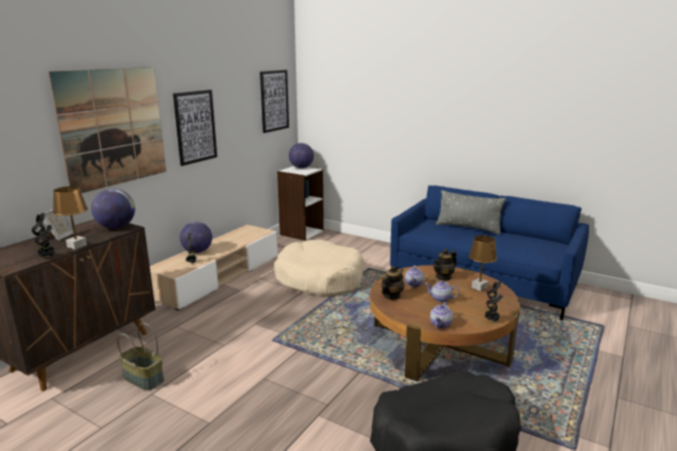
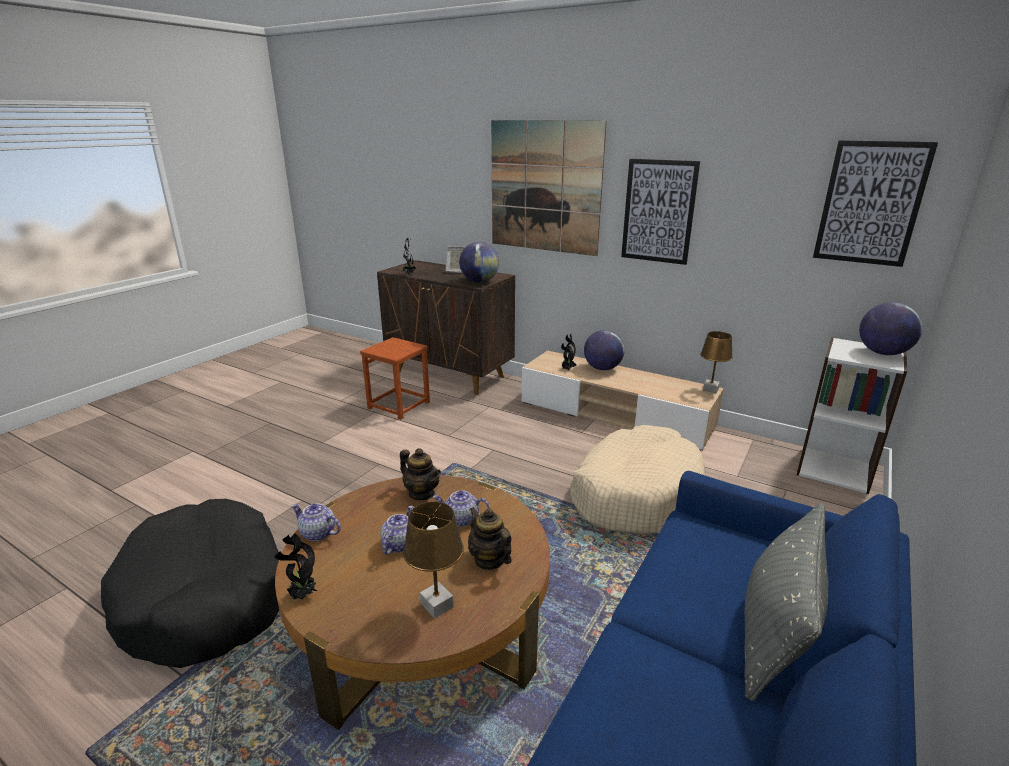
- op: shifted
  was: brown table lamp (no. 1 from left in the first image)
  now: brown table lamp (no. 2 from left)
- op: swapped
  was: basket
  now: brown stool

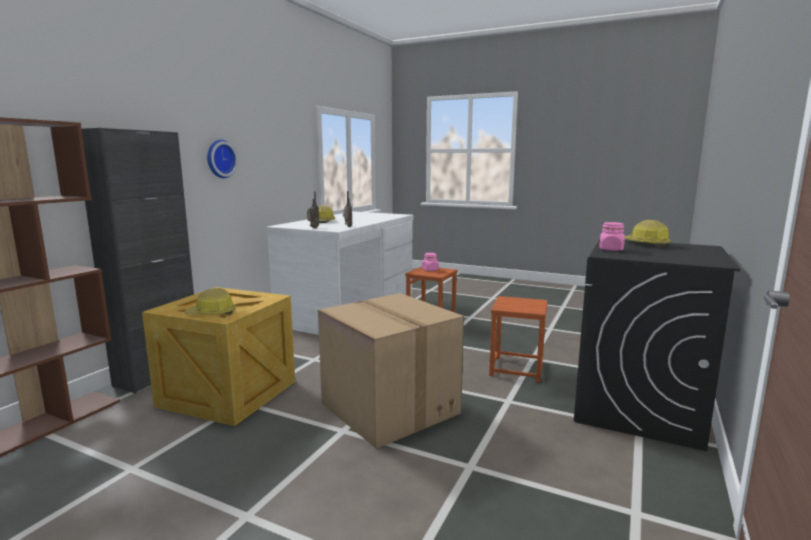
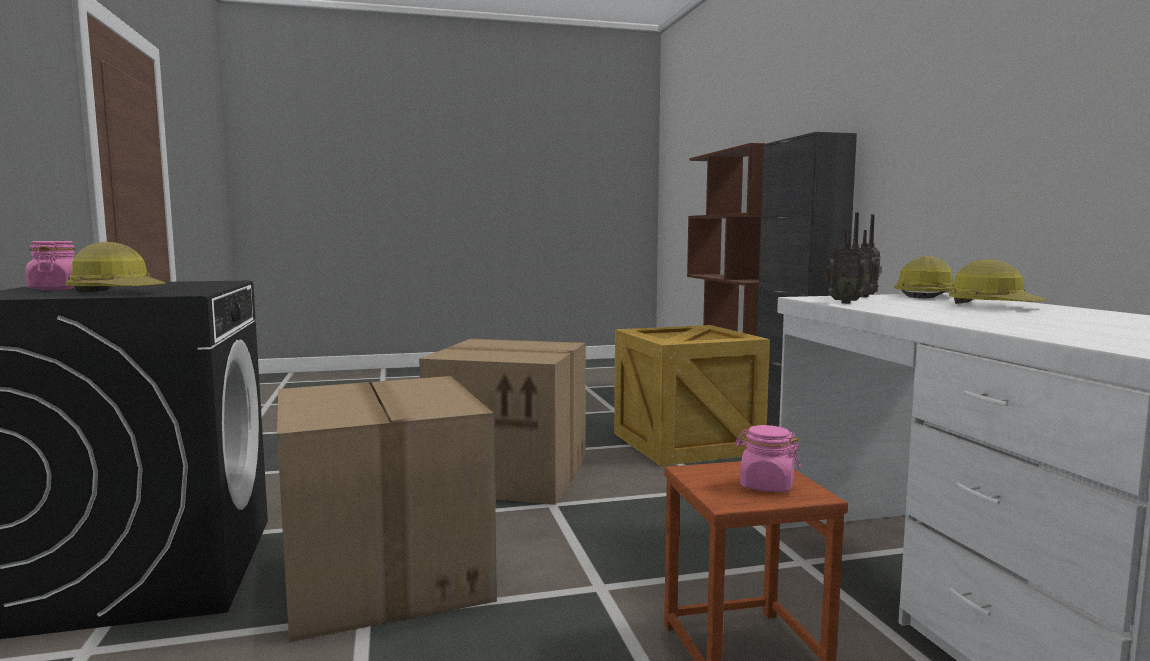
- op: gone
  was: wall clock
- op: shifted
  was: hard hat (no. 1 from left in the first image)
  now: hard hat (no. 2 from left)
- op: shifted
  was: pink jar (no. 2 from left in the first image)
  now: pink jar (no. 1 from left)
- op: swapped
  was: brown stool (no. 2 from left)
  now: cardboard box (no. 1 from left)

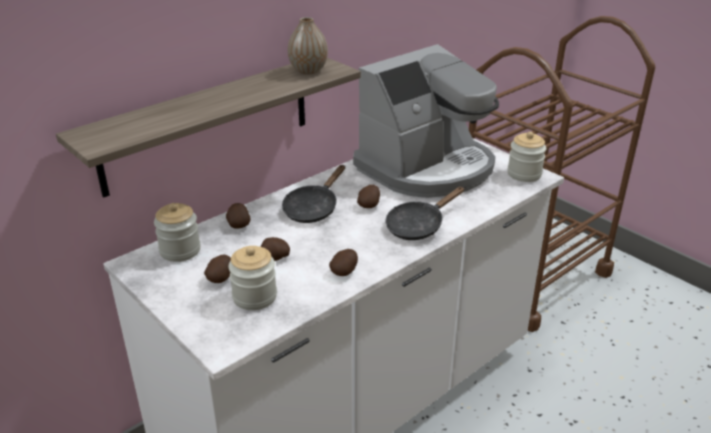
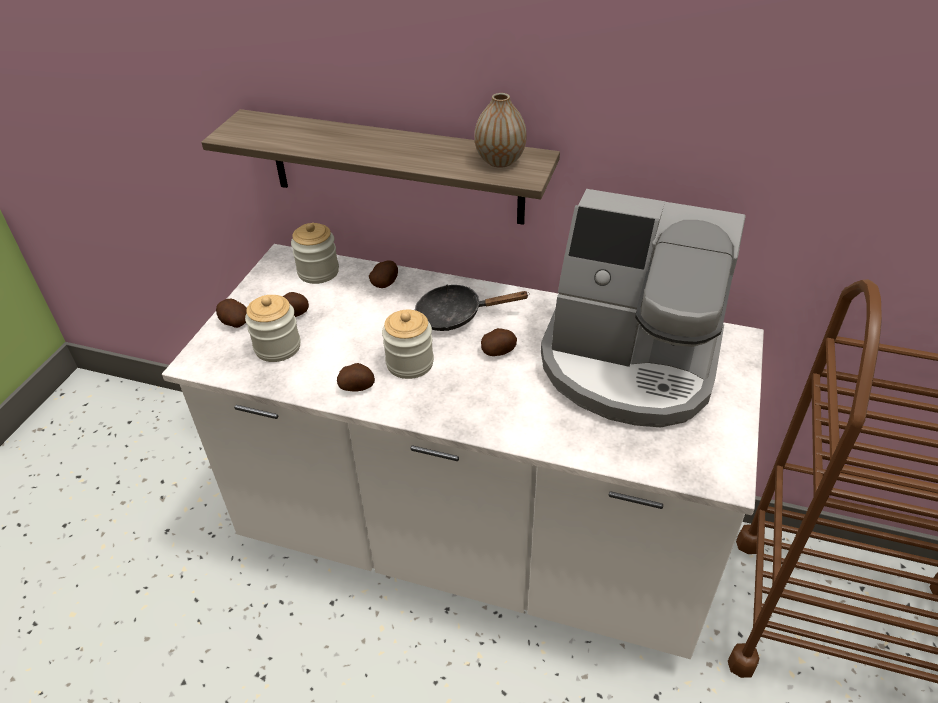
- op: gone
  was: black frying pan (no. 2 from left)
- op: shifted
  was: potato (no. 3 from left in the first image)
  now: potato (no. 1 from left)
- op: shifted
  was: jar (no. 3 from left)

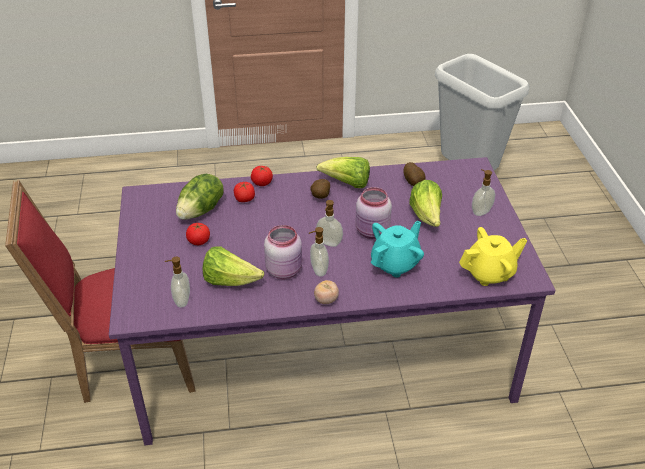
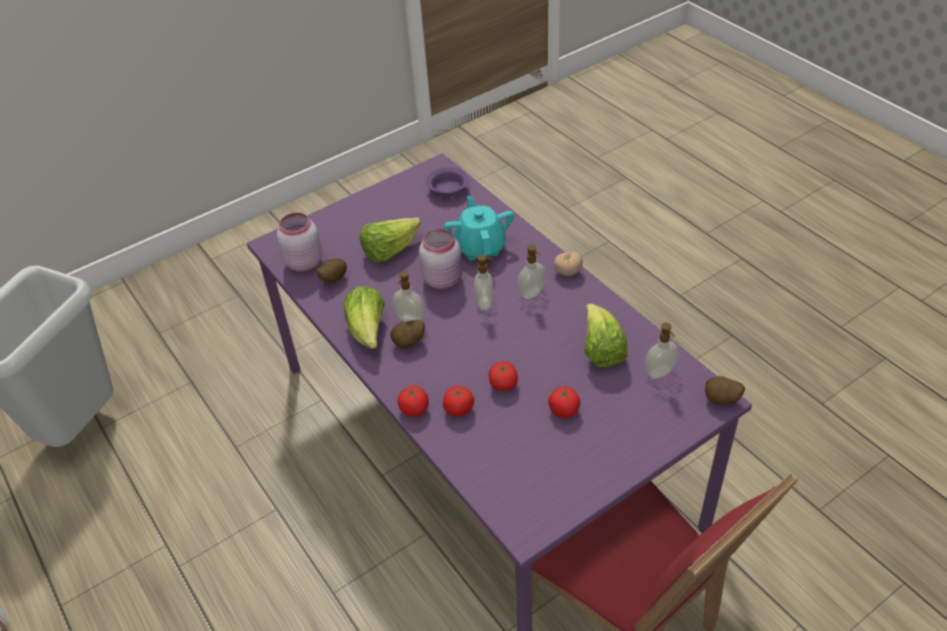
- op: gone
  was: lettuce (no. 1 from left)
- op: new
  now: tomato (no. 3 from left)
- op: new
  now: potato (no. 3 from left)
- op: shifted
  was: pink jar (no. 1 from left)
- op: shifted
  was: soap dispenser (no. 4 from left in the first image)
  now: soap dispenser (no. 1 from left)
- op: swapped
  was: yellow teapot
  now: purple bowl
- op: rotated
  was: turquoise teapot
  clockwise: 60

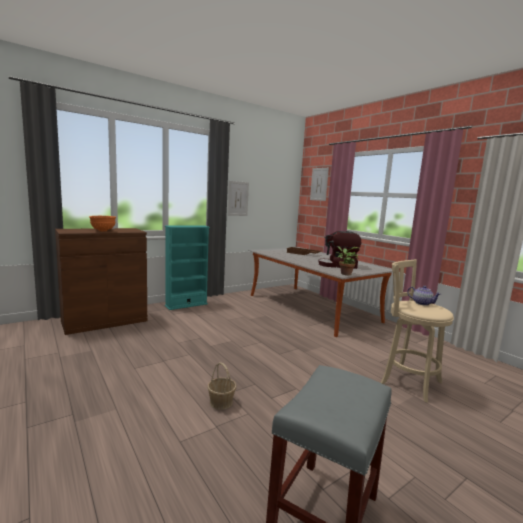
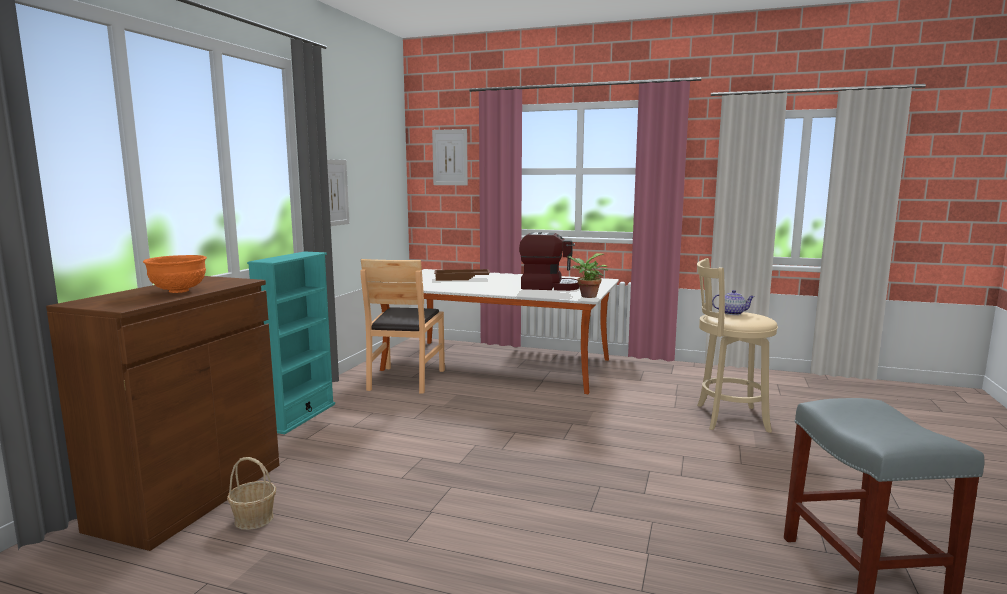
- op: new
  now: brown chair
- op: shifted
  was: basket
- op: rotated
  was: coffee machine
  clockwise: -135

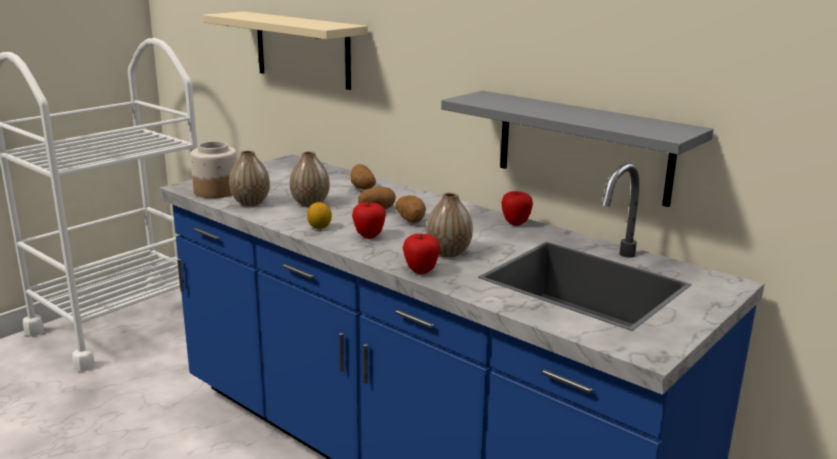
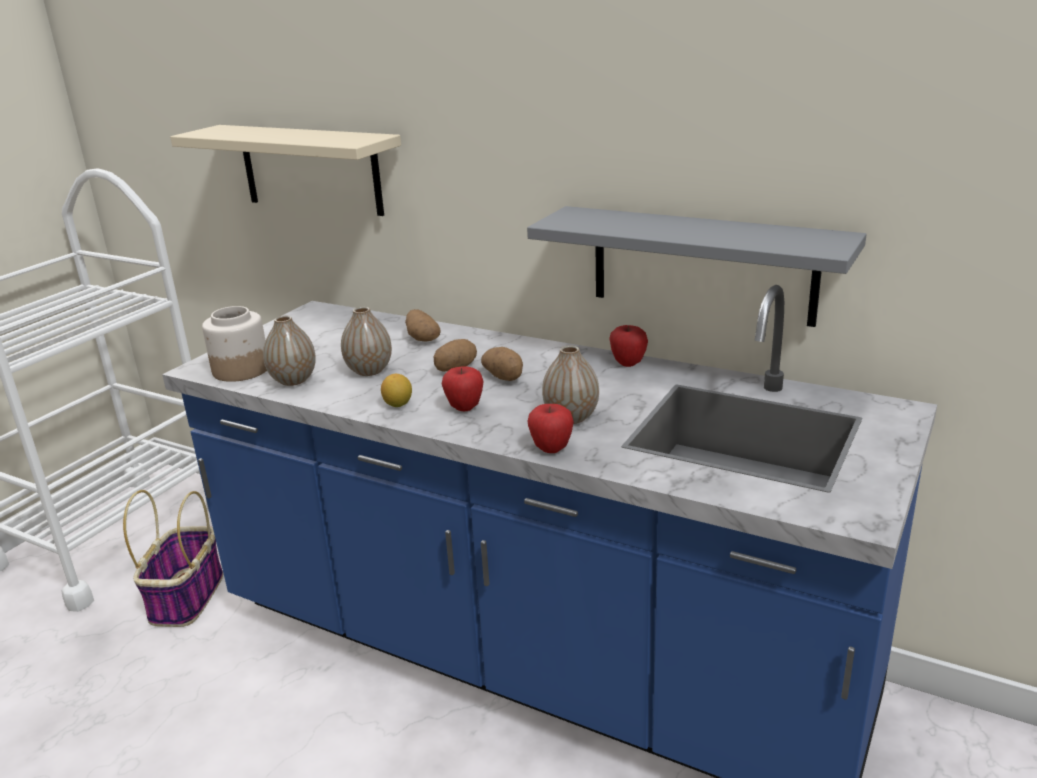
- op: new
  now: basket

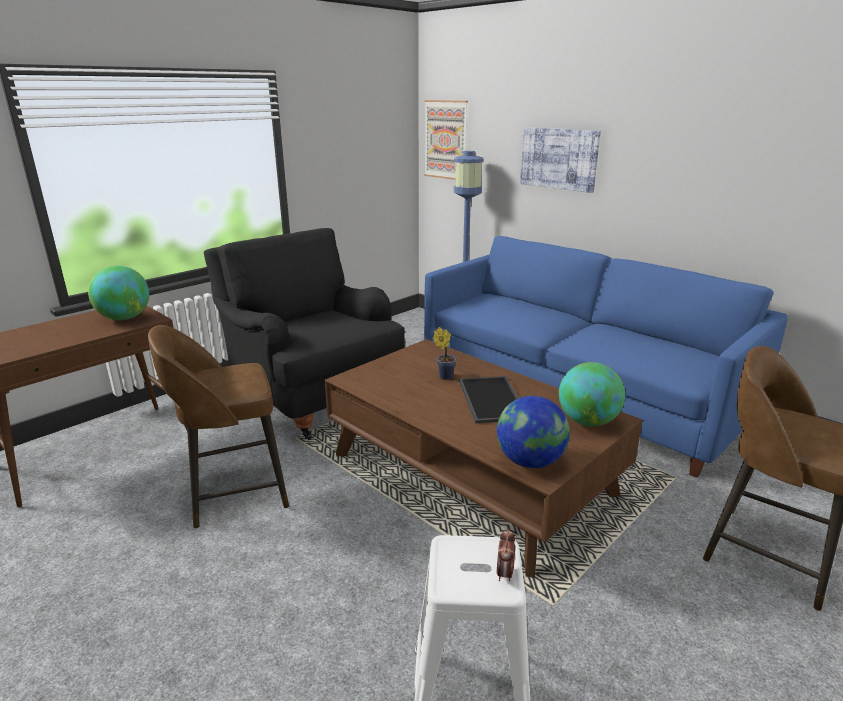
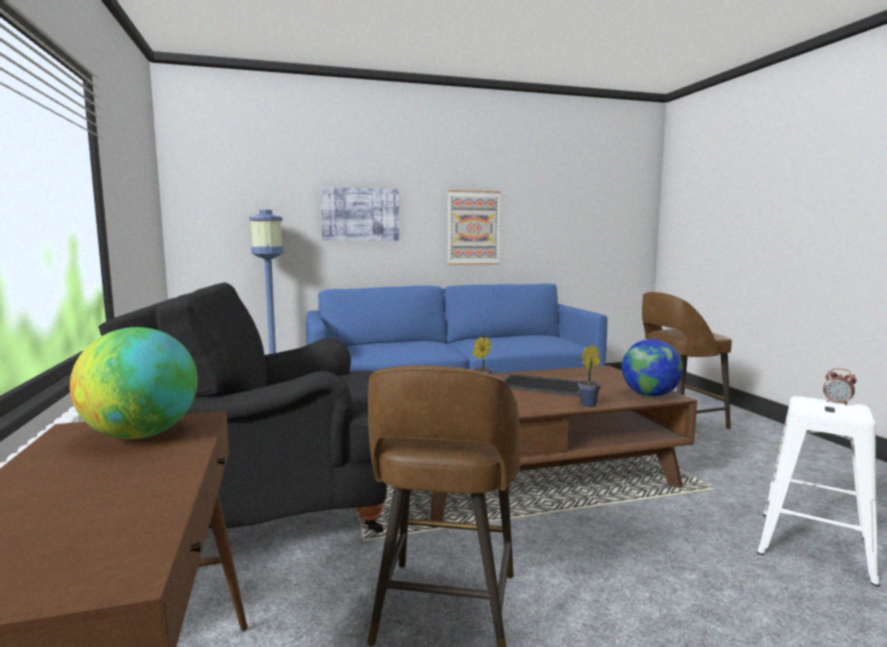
- op: gone
  was: globe (no. 3 from left)
- op: new
  now: potted plant (no. 2 from left)
- op: shifted
  was: picture (no. 1 from left in the first image)
  now: picture (no. 2 from left)

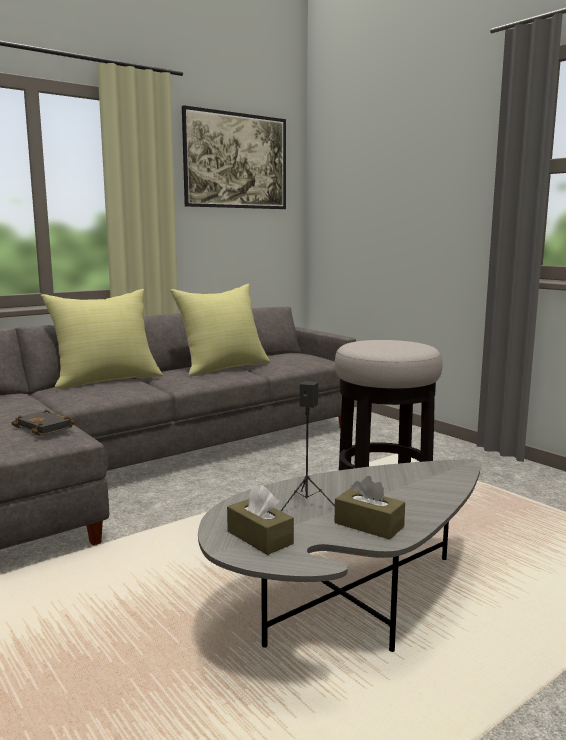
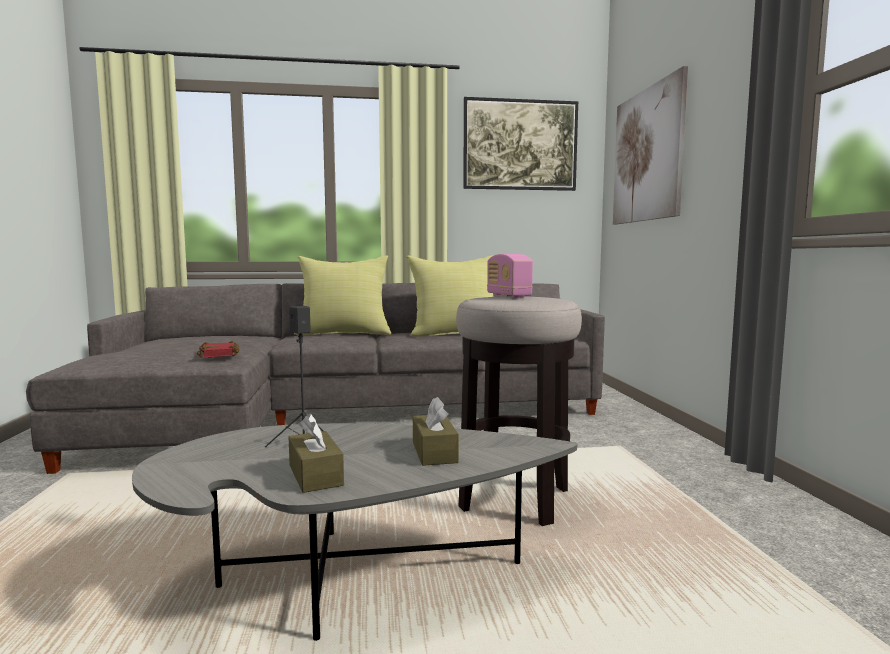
- op: new
  now: radio
- op: new
  now: picture (no. 2 from left)
- op: shifted
  was: brown tissue box (no. 1 from left in the first image)
  now: brown tissue box (no. 2 from left)
- op: repainted
  was: black book
  now: red book

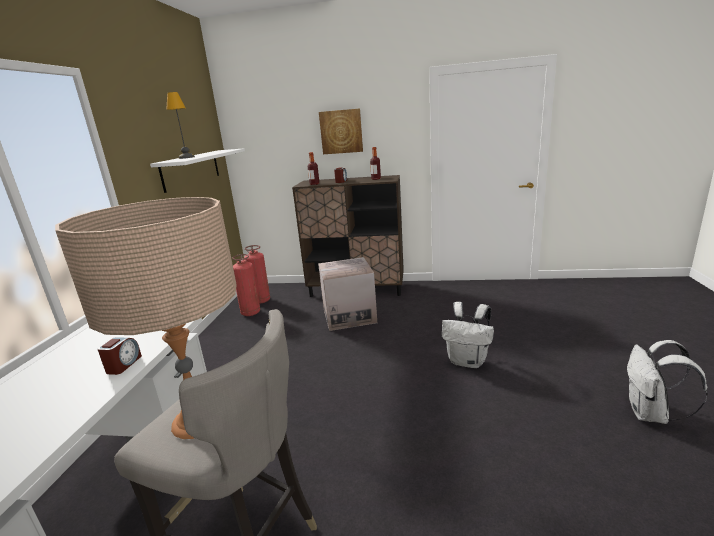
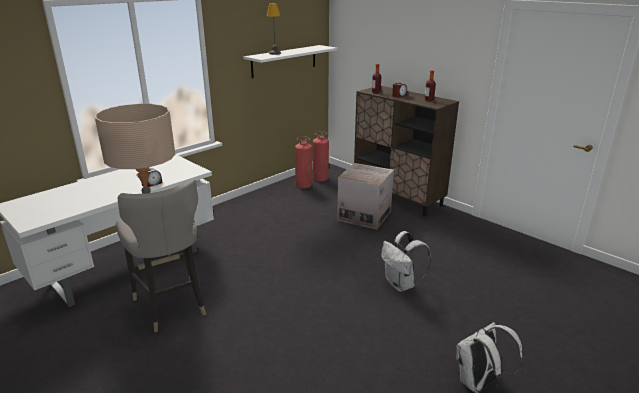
- op: gone
  was: picture

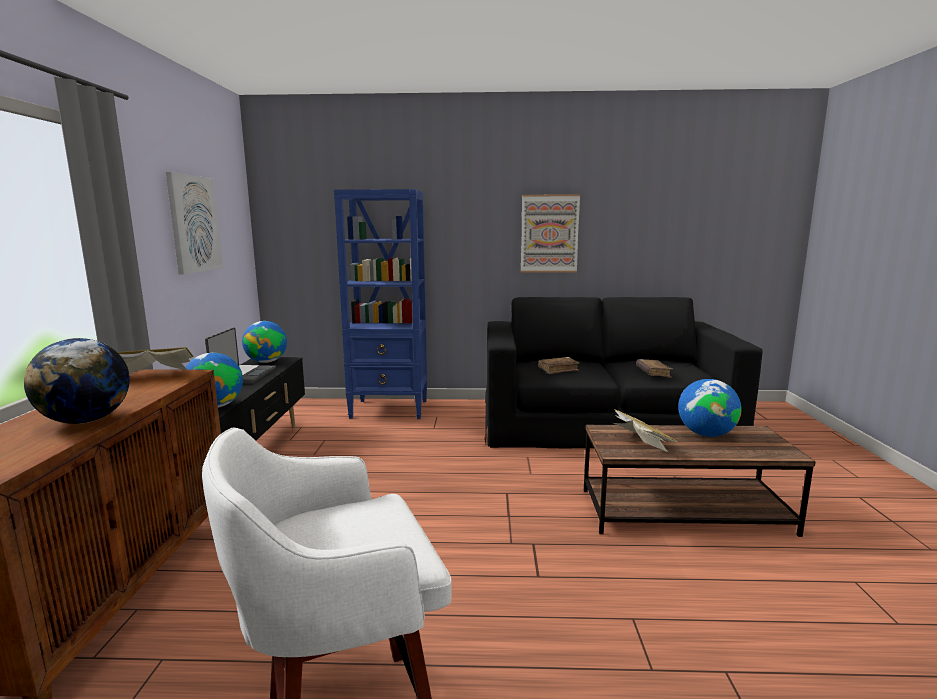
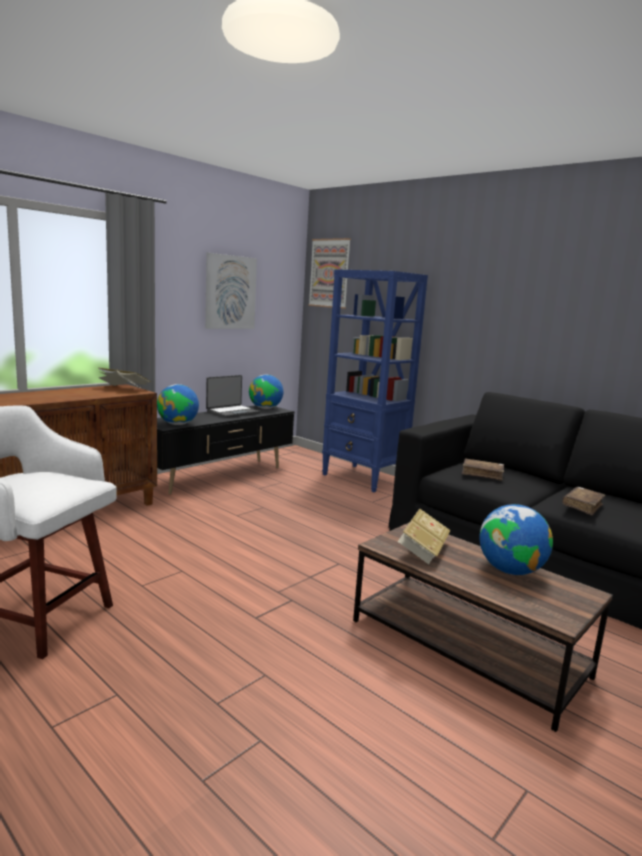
- op: gone
  was: globe (no. 1 from left)
- op: shifted
  was: picture (no. 2 from left)

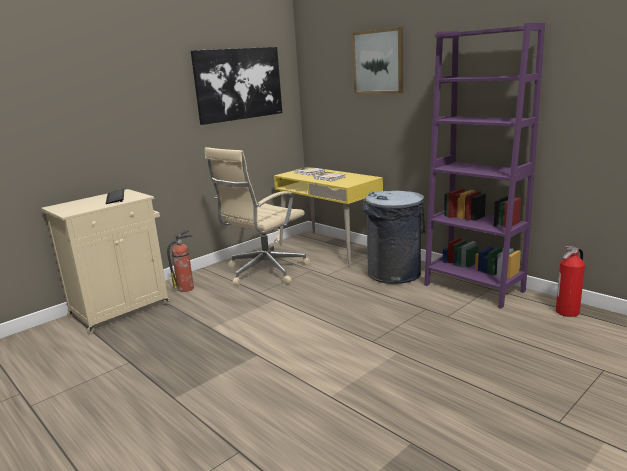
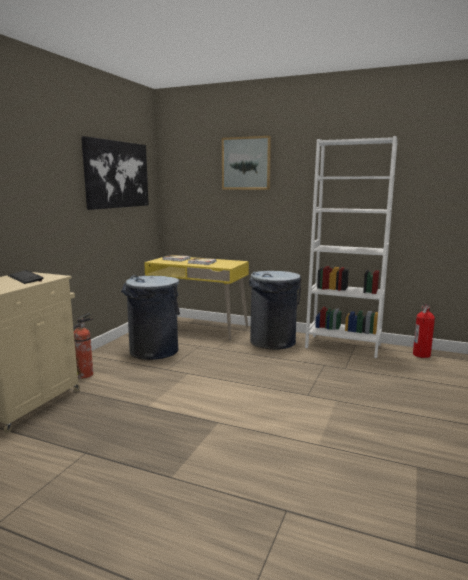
- op: swapped
  was: beige office chair
  now: grey trash can (no. 1 from left)
- op: repainted
  was: purple bookcase
  now: white bookcase

